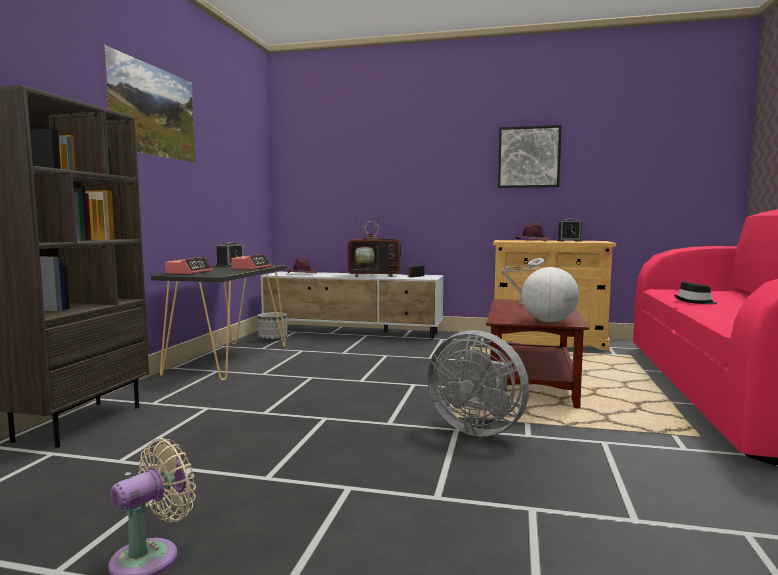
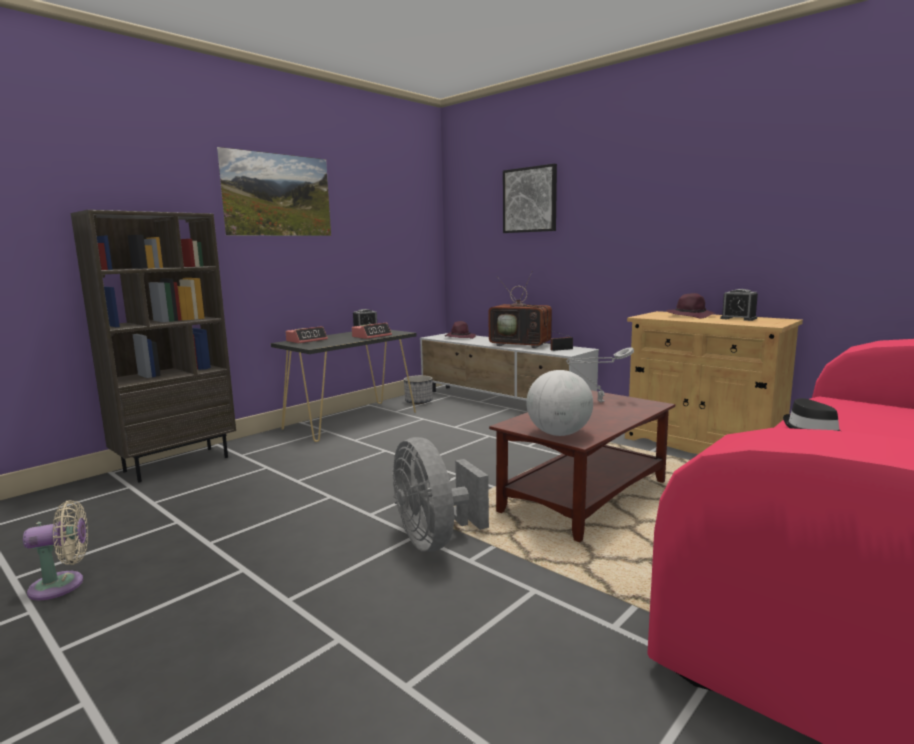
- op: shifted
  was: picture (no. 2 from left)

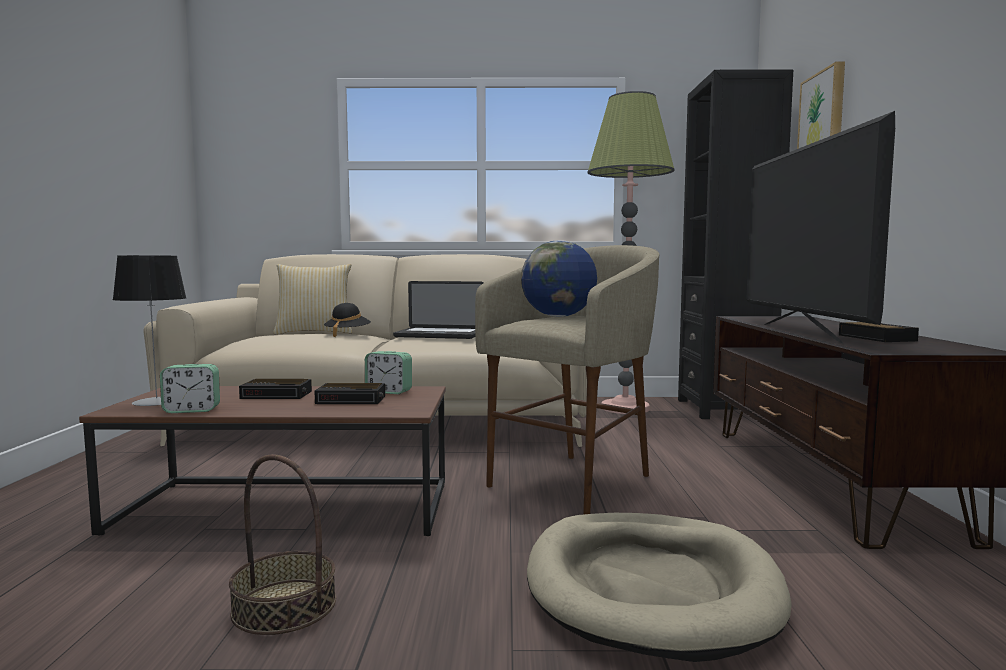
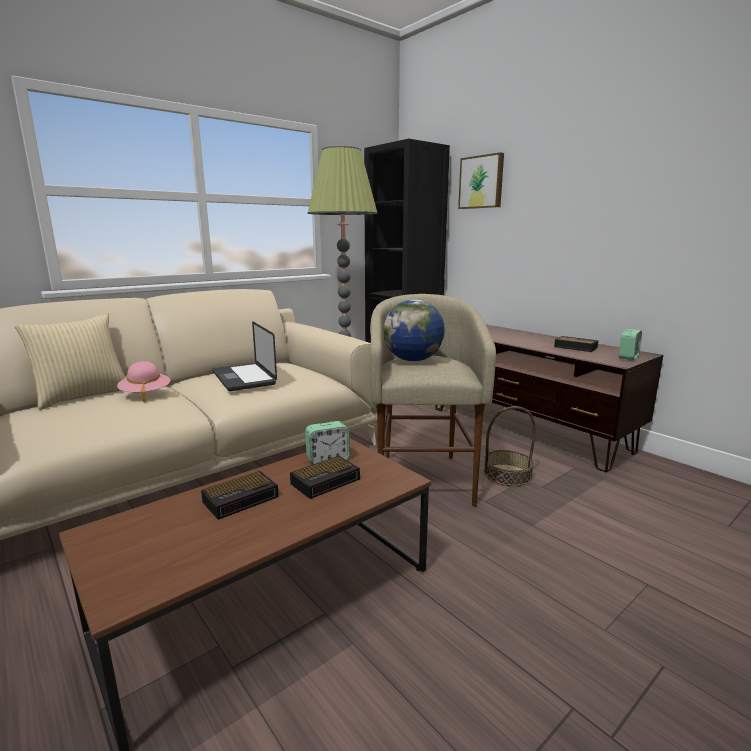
- op: gone
  was: table lamp
- op: gone
  was: beige dog bed
- op: gone
  was: television
- op: shifted
  was: alarm clock (no. 1 from left in the first image)
  now: alarm clock (no. 5 from left)
- op: shifted
  was: basket
- op: repainted
  was: black hat
  now: pink hat
- op: rotated
  was: laptop
  clockwise: 90

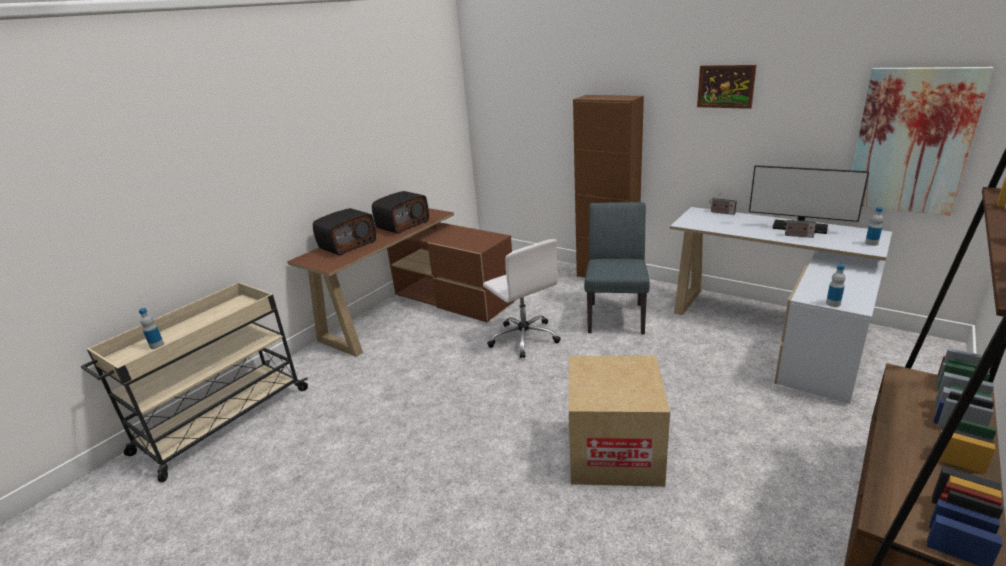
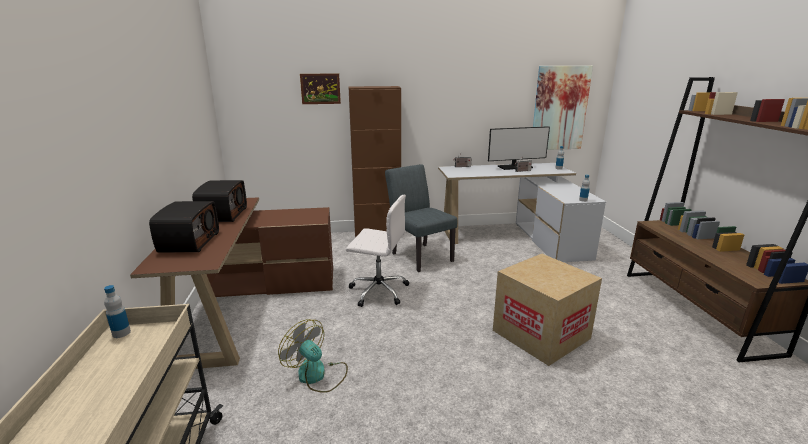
- op: new
  now: fan
- op: shifted
  was: bottle (no. 1 from left)
- op: shifted
  was: picture (no. 1 from left)

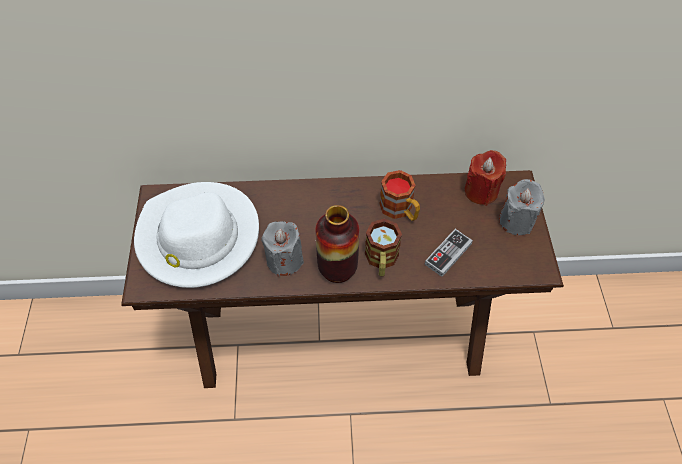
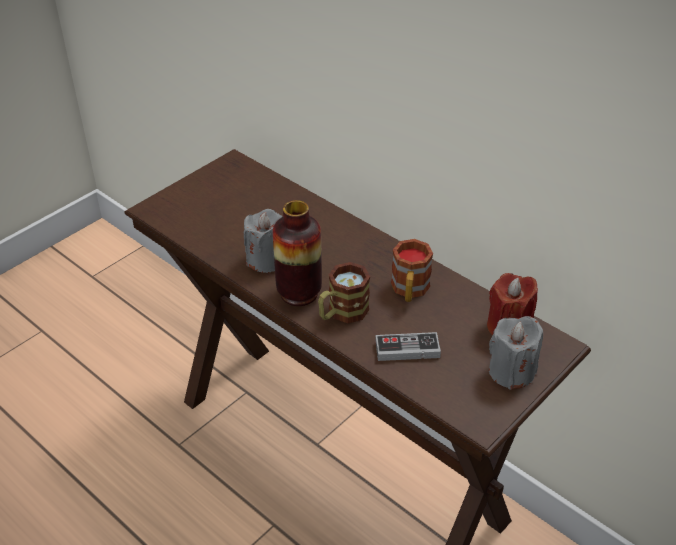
- op: gone
  was: white hat

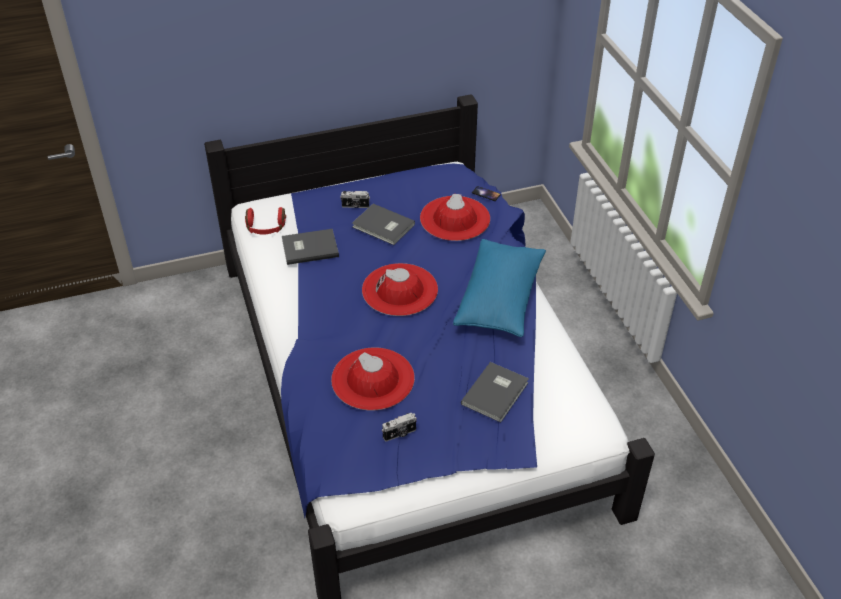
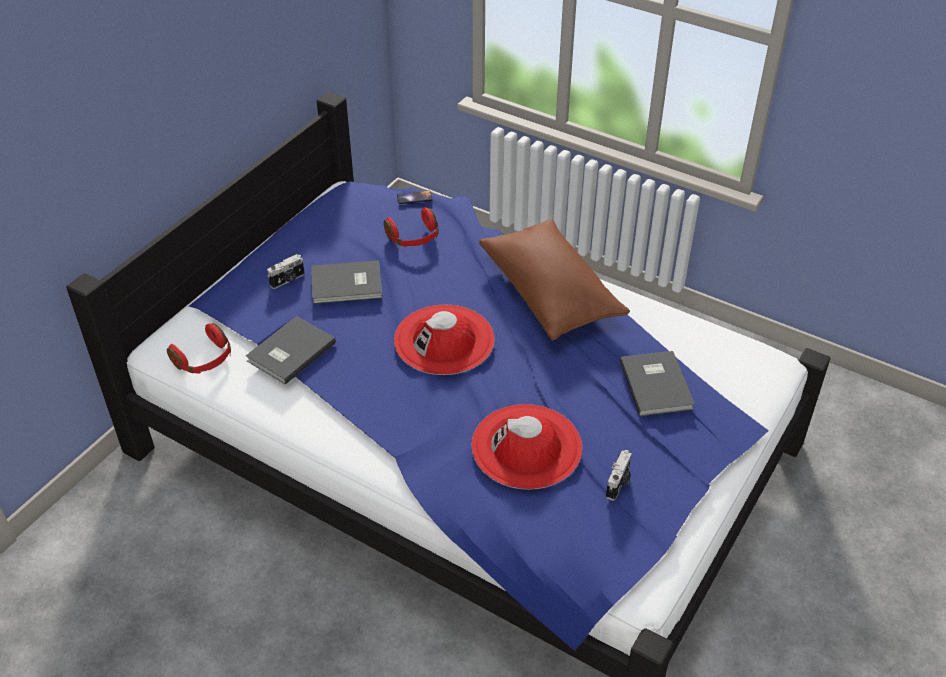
- op: swapped
  was: red hat (no. 3 from left)
  now: red headphones (no. 2 from left)
- op: repainted
  was: blue pillow
  now: brown pillow

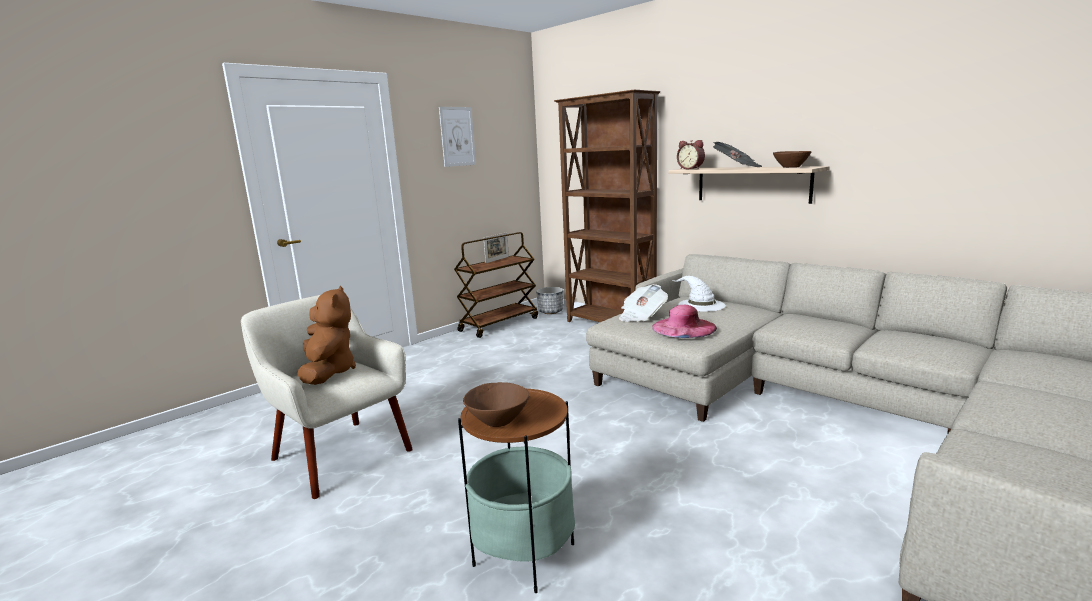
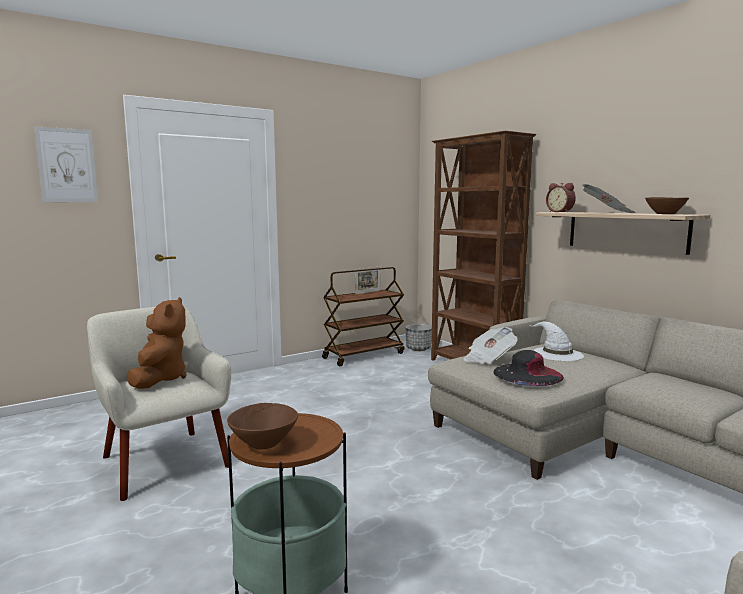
- op: shifted
  was: picture
- op: repainted
  was: pink hat
  now: black hat

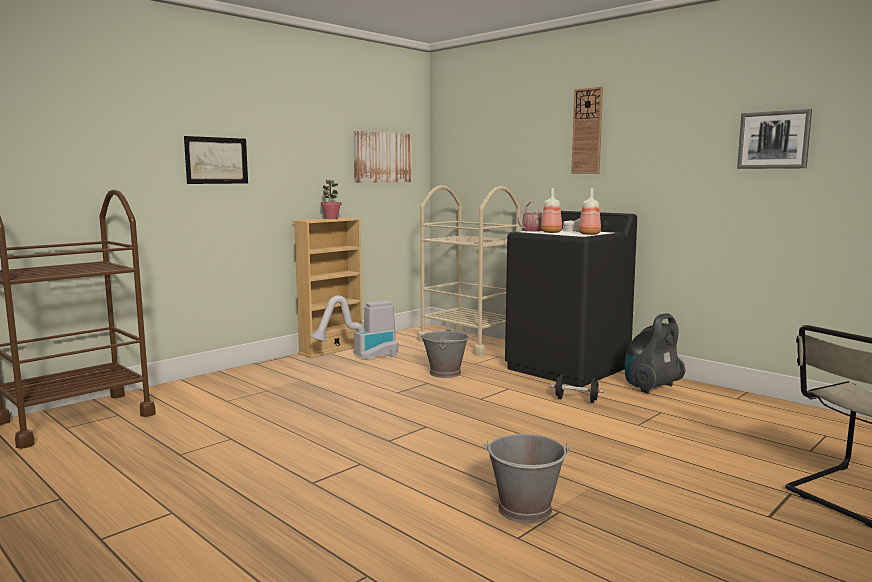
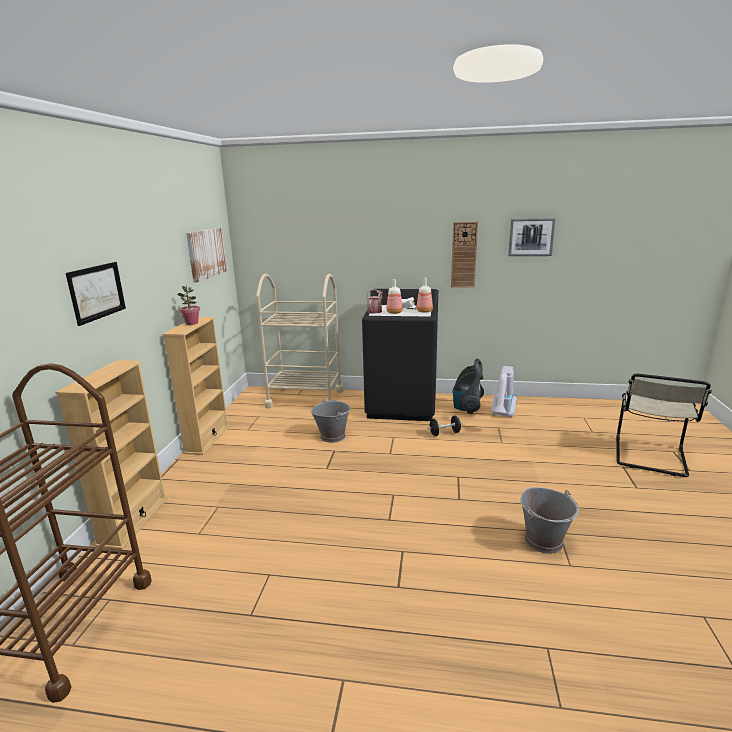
- op: new
  now: beige bookcase (no. 1 from left)
- op: shifted
  was: vacuum cleaner (no. 1 from left in the first image)
  now: vacuum cleaner (no. 2 from left)
- op: shifted
  was: wall clock

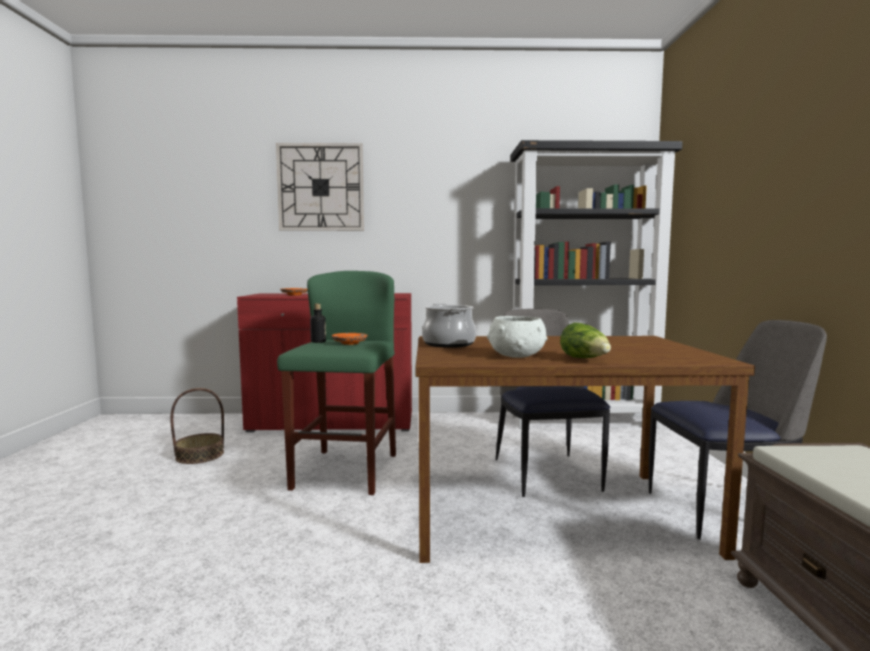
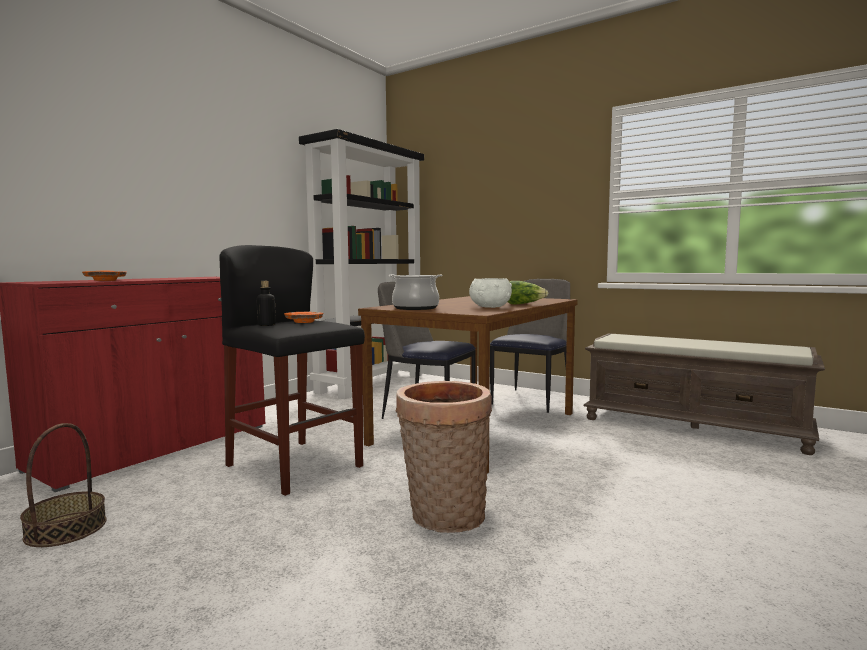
- op: gone
  was: wall clock
- op: new
  now: basket (no. 2 from left)
- op: repainted
  was: green stool
  now: black stool

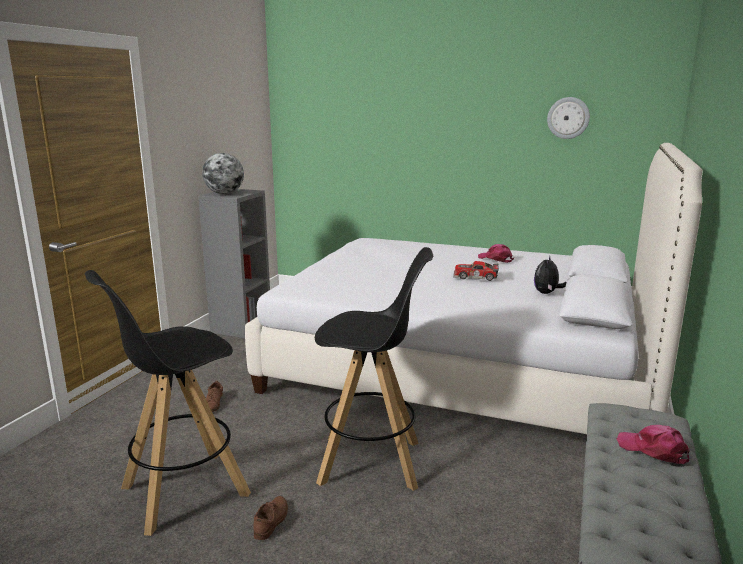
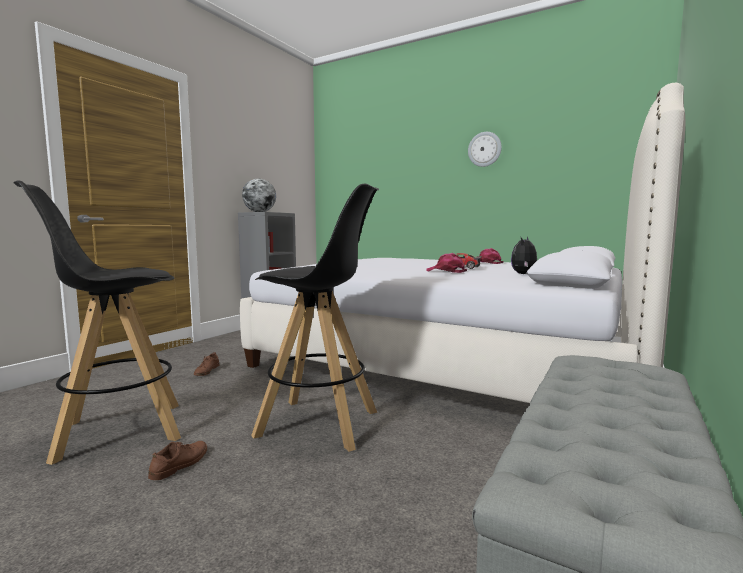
- op: shifted
  was: wall clock
- op: shifted
  was: pink cap (no. 2 from left in the first image)
  now: pink cap (no. 1 from left)

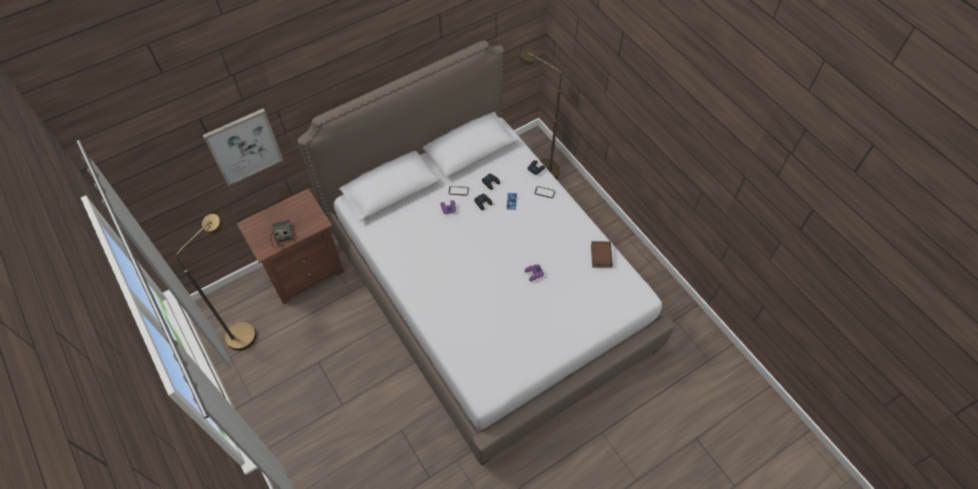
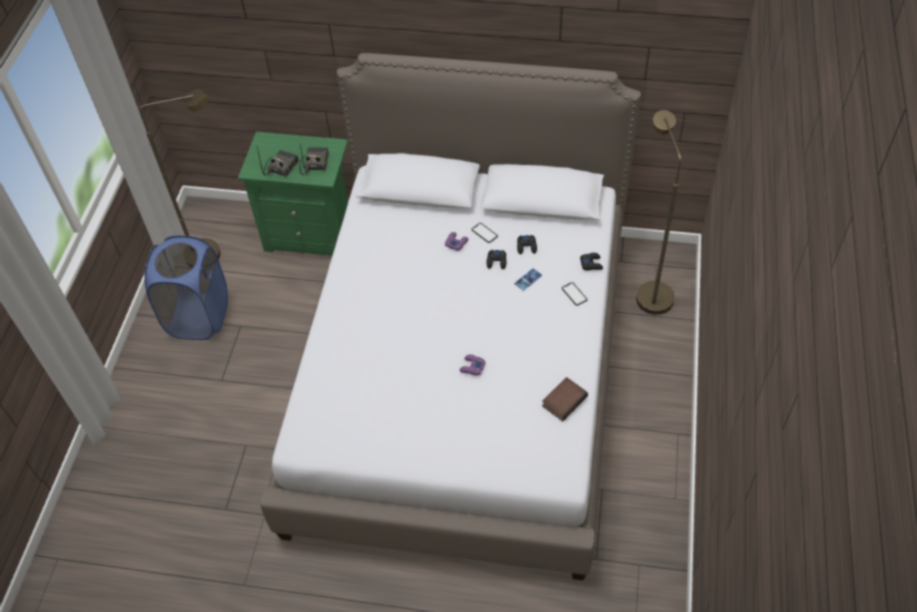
- op: gone
  was: picture
- op: new
  now: blue laundry basket
- op: new
  now: radio (no. 2 from left)
- op: repainted
  was: brown nightstand
  now: green nightstand

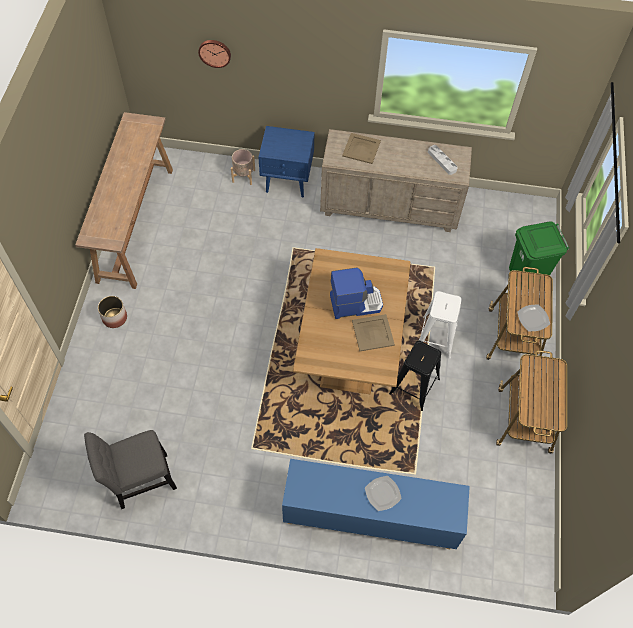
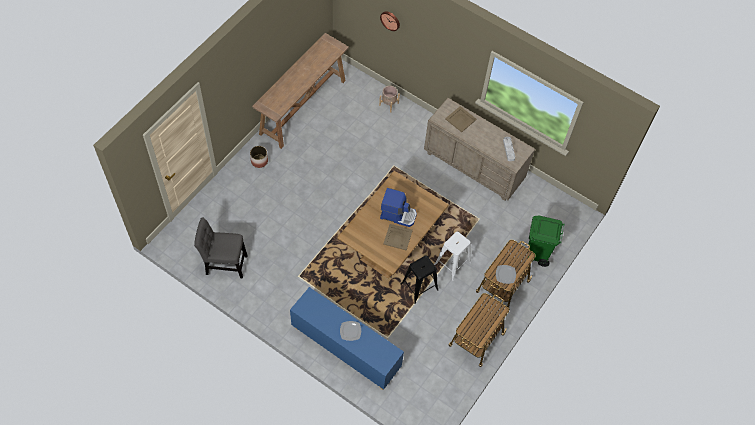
- op: gone
  was: blue nightstand

